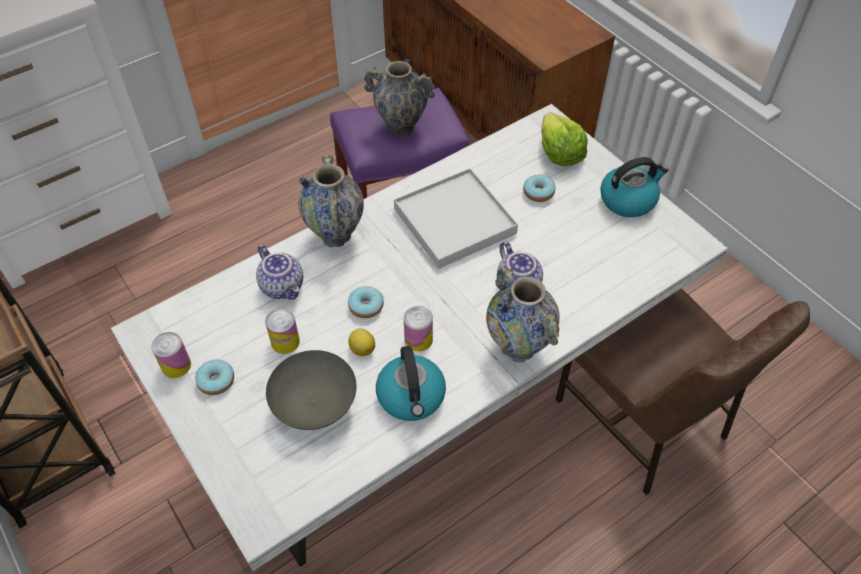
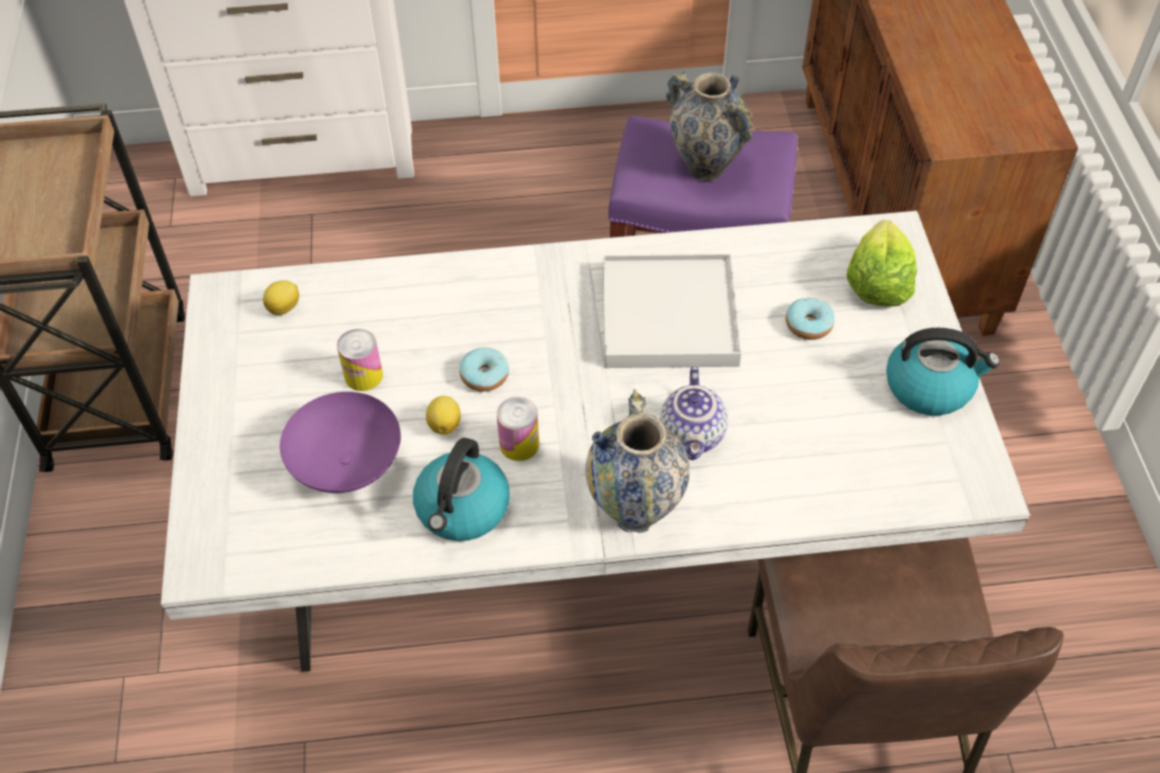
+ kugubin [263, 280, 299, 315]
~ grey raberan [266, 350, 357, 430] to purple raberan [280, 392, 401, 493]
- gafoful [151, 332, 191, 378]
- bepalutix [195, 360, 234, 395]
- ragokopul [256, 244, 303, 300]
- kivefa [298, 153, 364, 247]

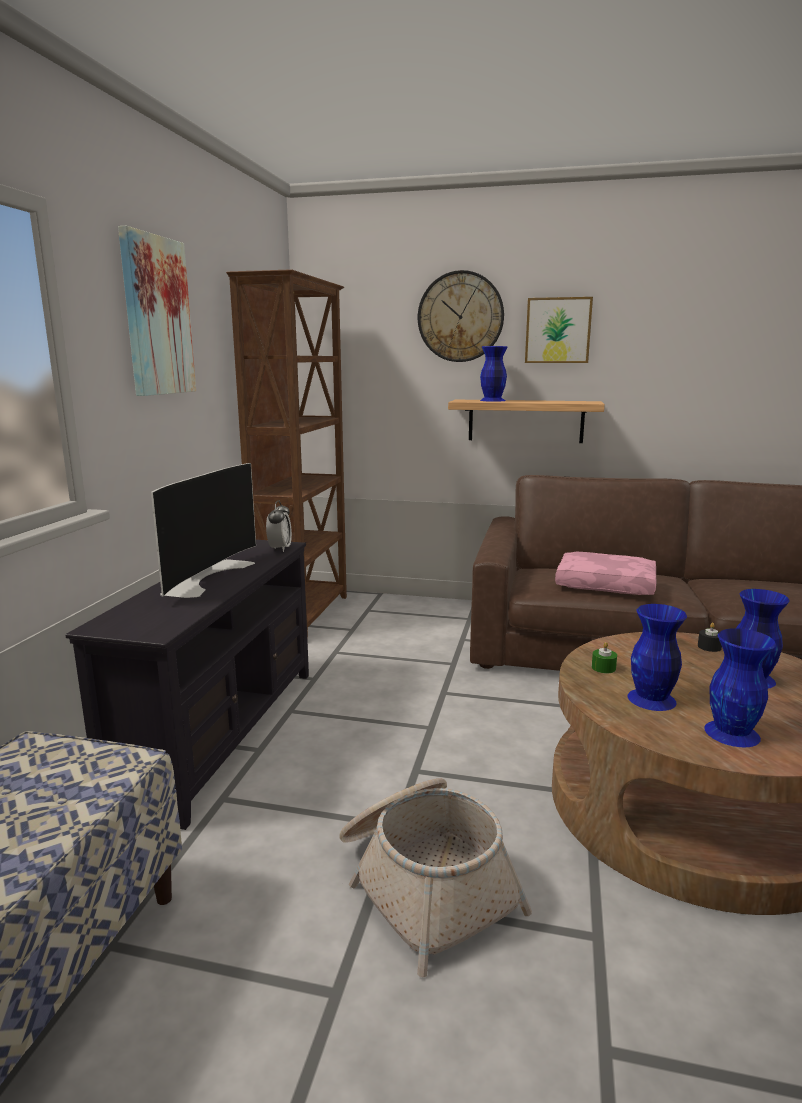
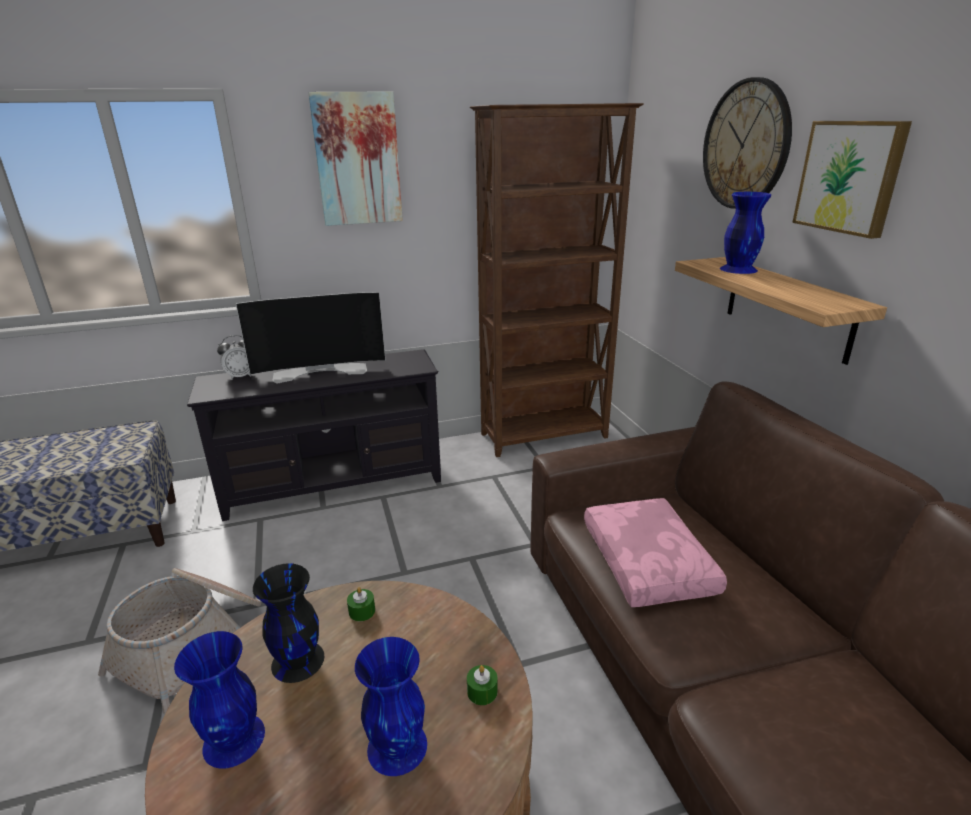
~ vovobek [266, 501, 292, 552] to [217, 335, 251, 380]
~ blue kivefa [627, 604, 687, 711] to black kivefa [253, 563, 324, 683]
~ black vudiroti [698, 623, 722, 652] to green vudiroti [467, 665, 498, 705]

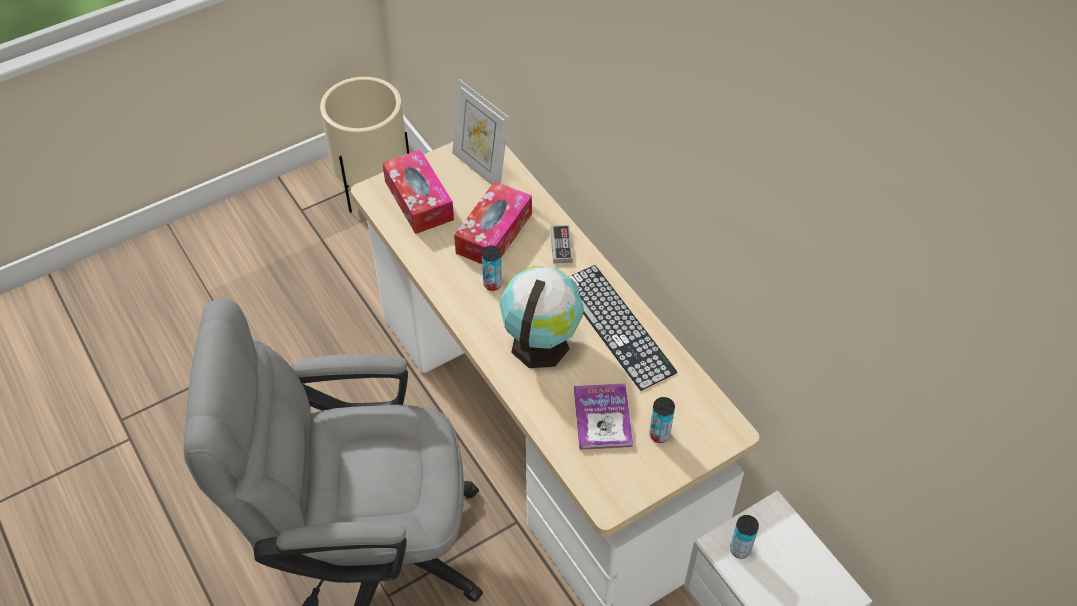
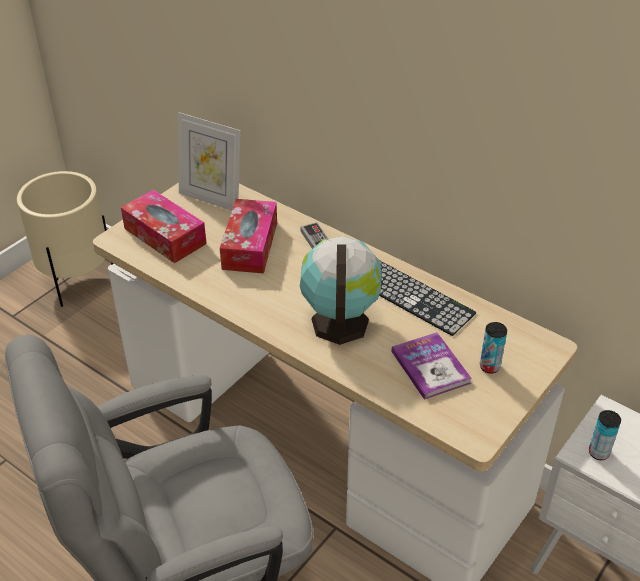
- gafoful [481, 246, 502, 291]

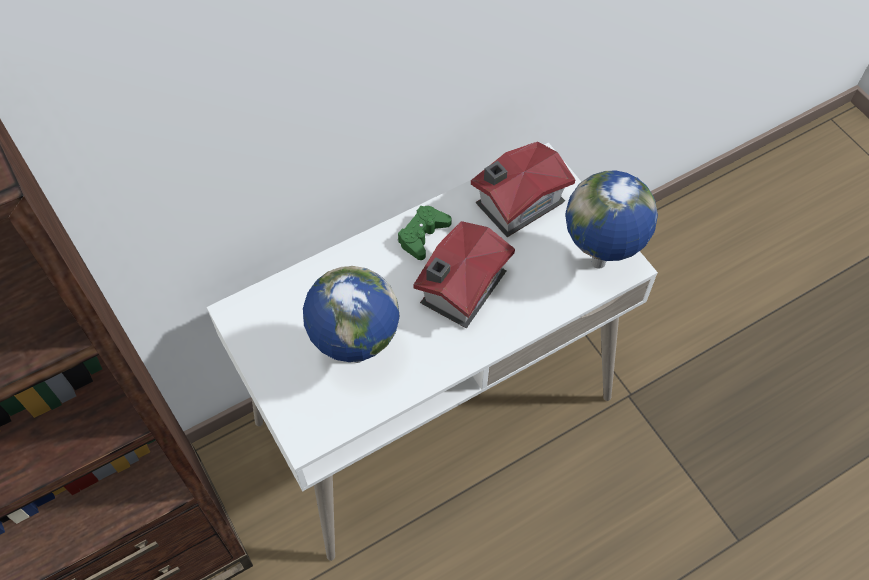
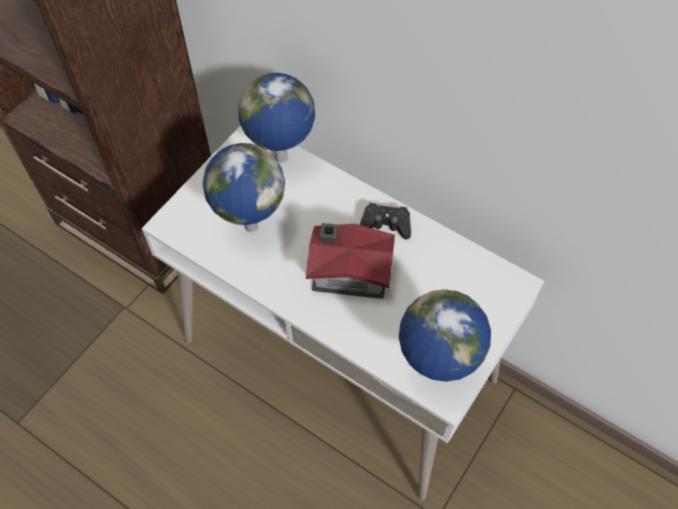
+ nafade [238, 73, 315, 163]
~ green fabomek [398, 206, 452, 260] to black fabomek [360, 203, 411, 239]
- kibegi [471, 141, 575, 237]

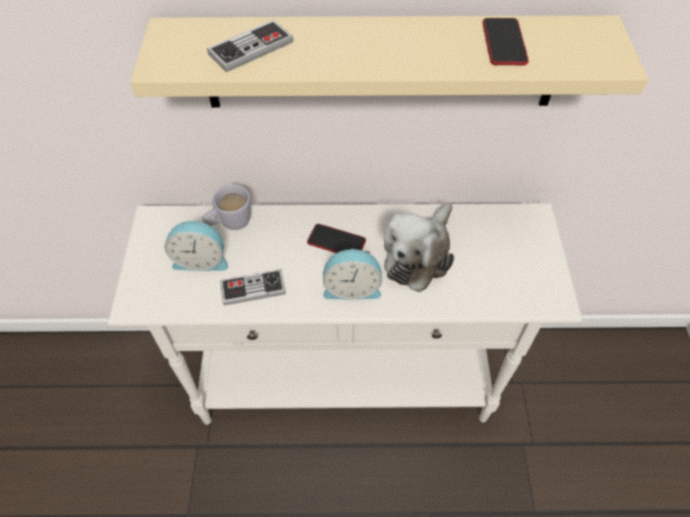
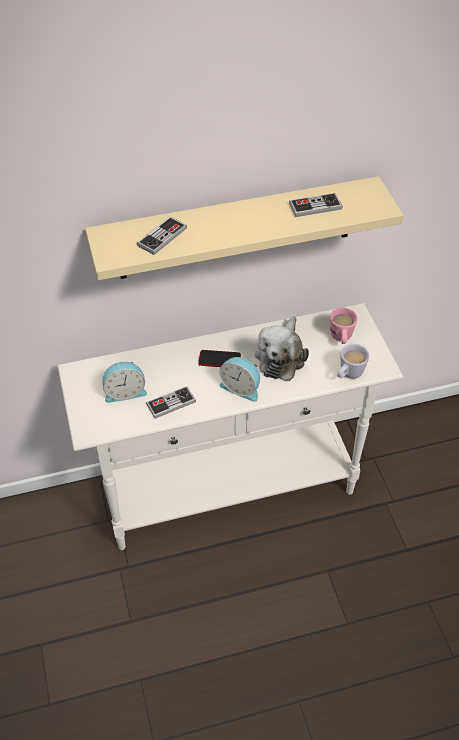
~ vovobek [323, 249, 382, 300] = [219, 357, 260, 402] 45 degrees clockwise
~ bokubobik [482, 18, 529, 65] to fabomek [289, 193, 342, 217]
+ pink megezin [330, 308, 357, 344]
~ white megezin [202, 184, 251, 230] to [337, 344, 369, 379]

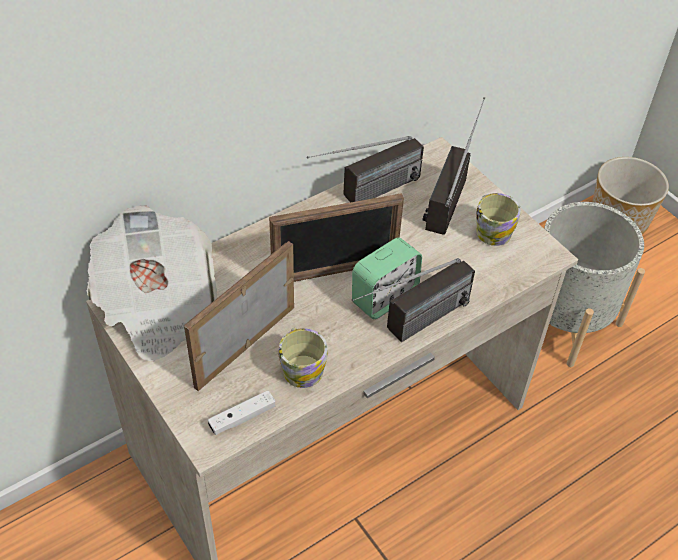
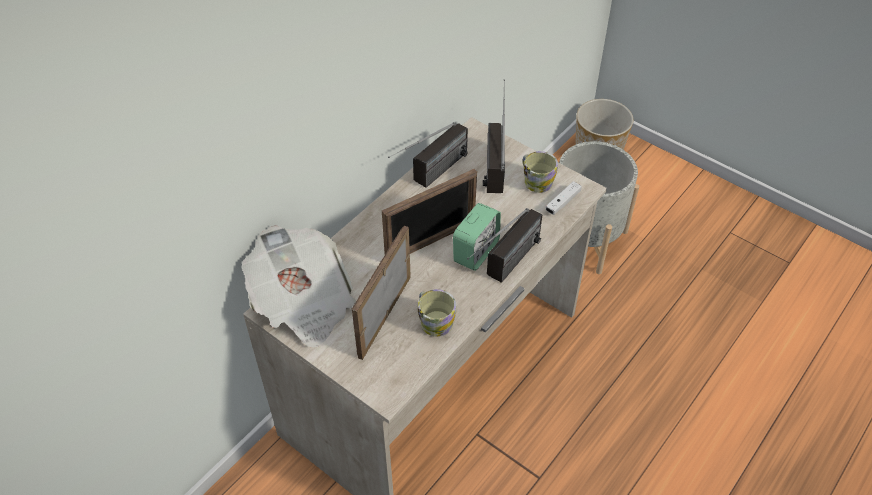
~ white fabomek [208, 390, 275, 435] to [545, 181, 582, 215]

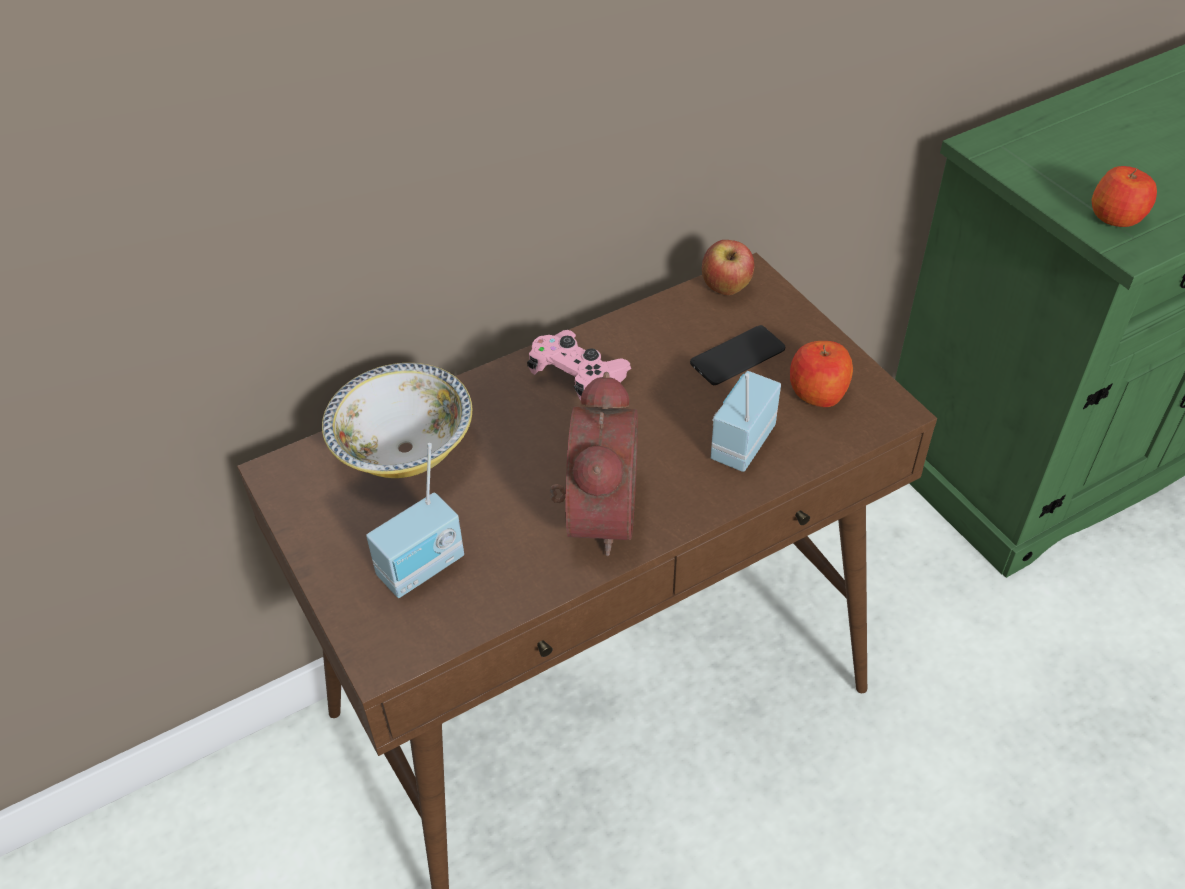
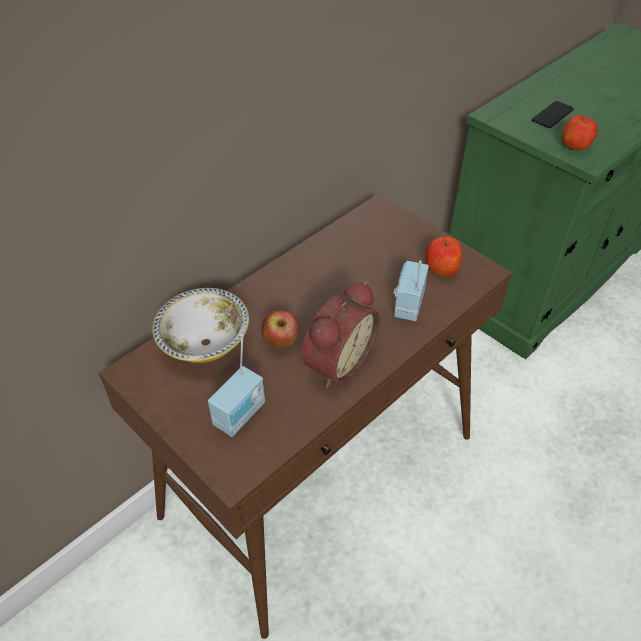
~ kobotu [702, 240, 754, 295] to [262, 310, 299, 349]
~ vovobek [550, 372, 638, 556] = [302, 281, 380, 388] 45 degrees clockwise
~ bokubobik [690, 325, 785, 385] to [532, 101, 574, 128]
- pink fabomek [527, 330, 631, 401]

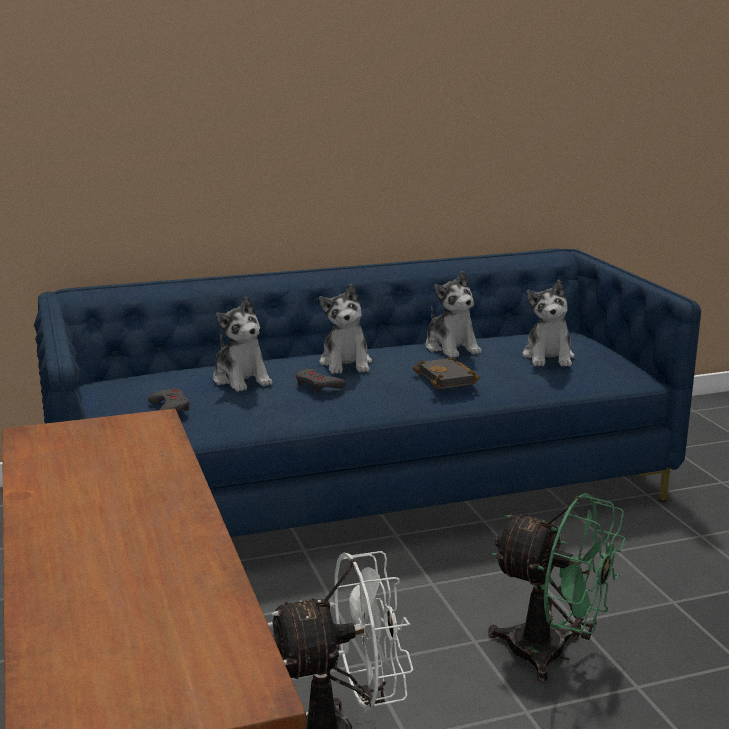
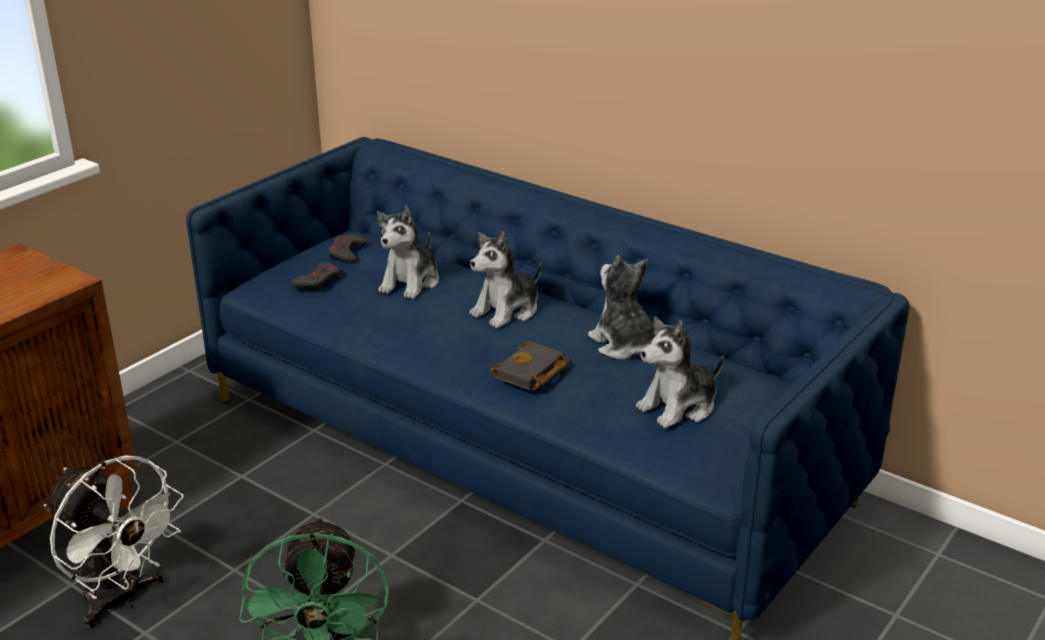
~ grey fabomek [296, 369, 345, 392] to [328, 234, 367, 263]
~ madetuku [425, 271, 482, 358] = [588, 255, 654, 360] 120 degrees clockwise

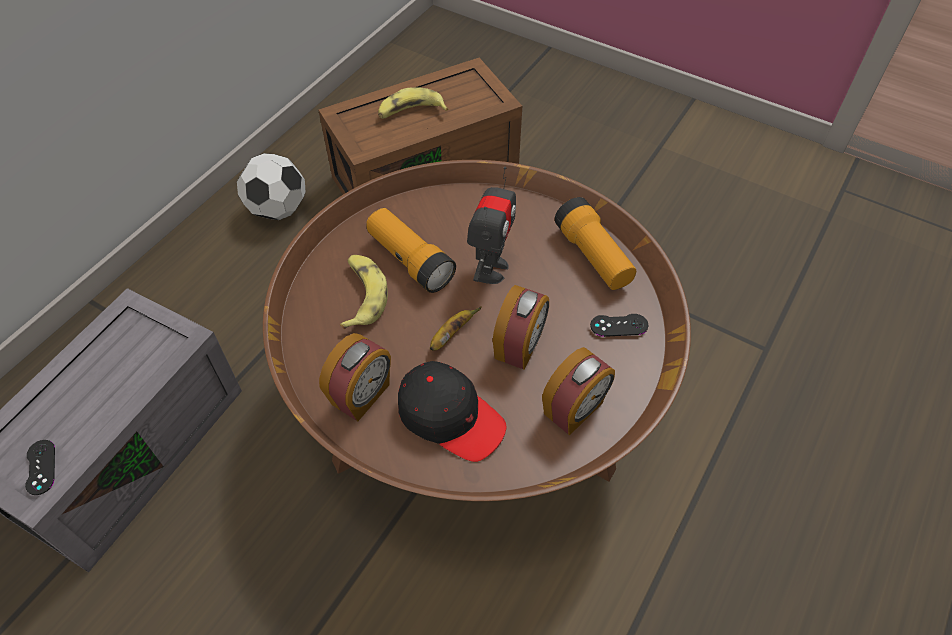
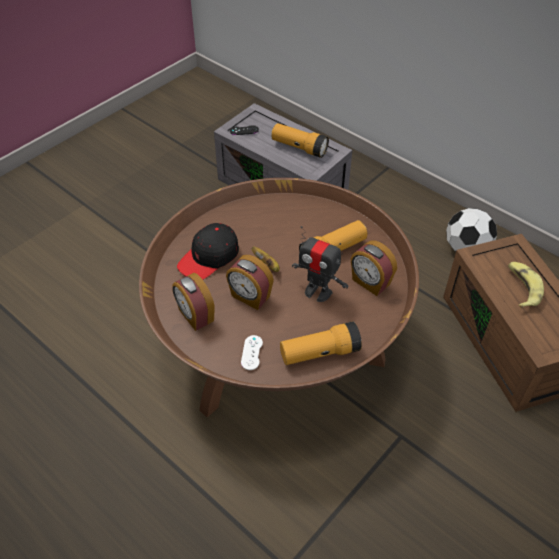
~ black fabomek [590, 314, 648, 337] to white fabomek [241, 335, 263, 370]
+ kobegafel [272, 123, 329, 158]
~ vovobek [319, 333, 391, 421] to [351, 241, 397, 296]
- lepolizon [340, 255, 388, 329]

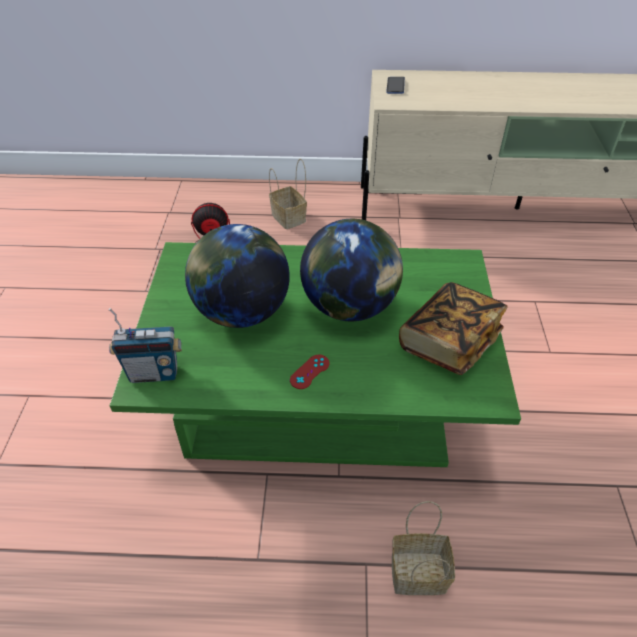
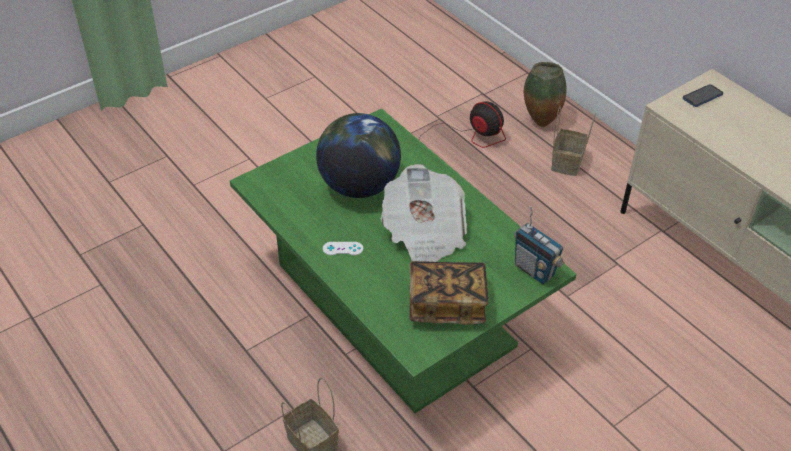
~ red fabomek [290, 355, 329, 389] to white fabomek [323, 242, 363, 255]
~ nafade [300, 219, 403, 322] to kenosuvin [381, 164, 467, 262]
~ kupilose [108, 308, 182, 383] to [514, 206, 564, 284]
+ kivefa [524, 62, 567, 127]

